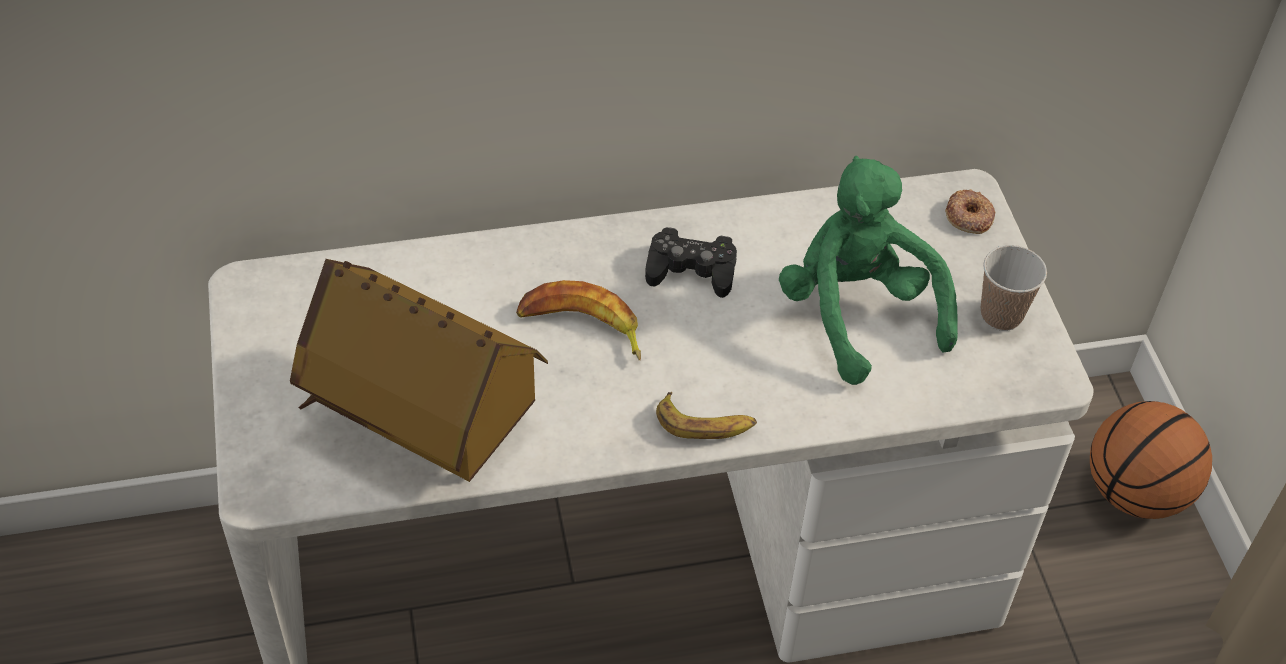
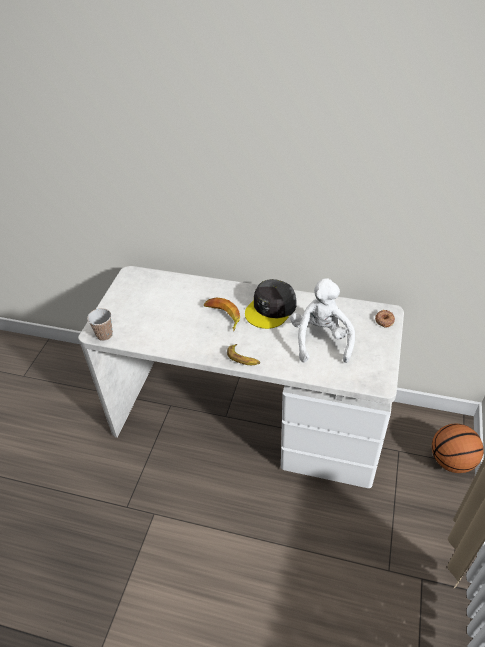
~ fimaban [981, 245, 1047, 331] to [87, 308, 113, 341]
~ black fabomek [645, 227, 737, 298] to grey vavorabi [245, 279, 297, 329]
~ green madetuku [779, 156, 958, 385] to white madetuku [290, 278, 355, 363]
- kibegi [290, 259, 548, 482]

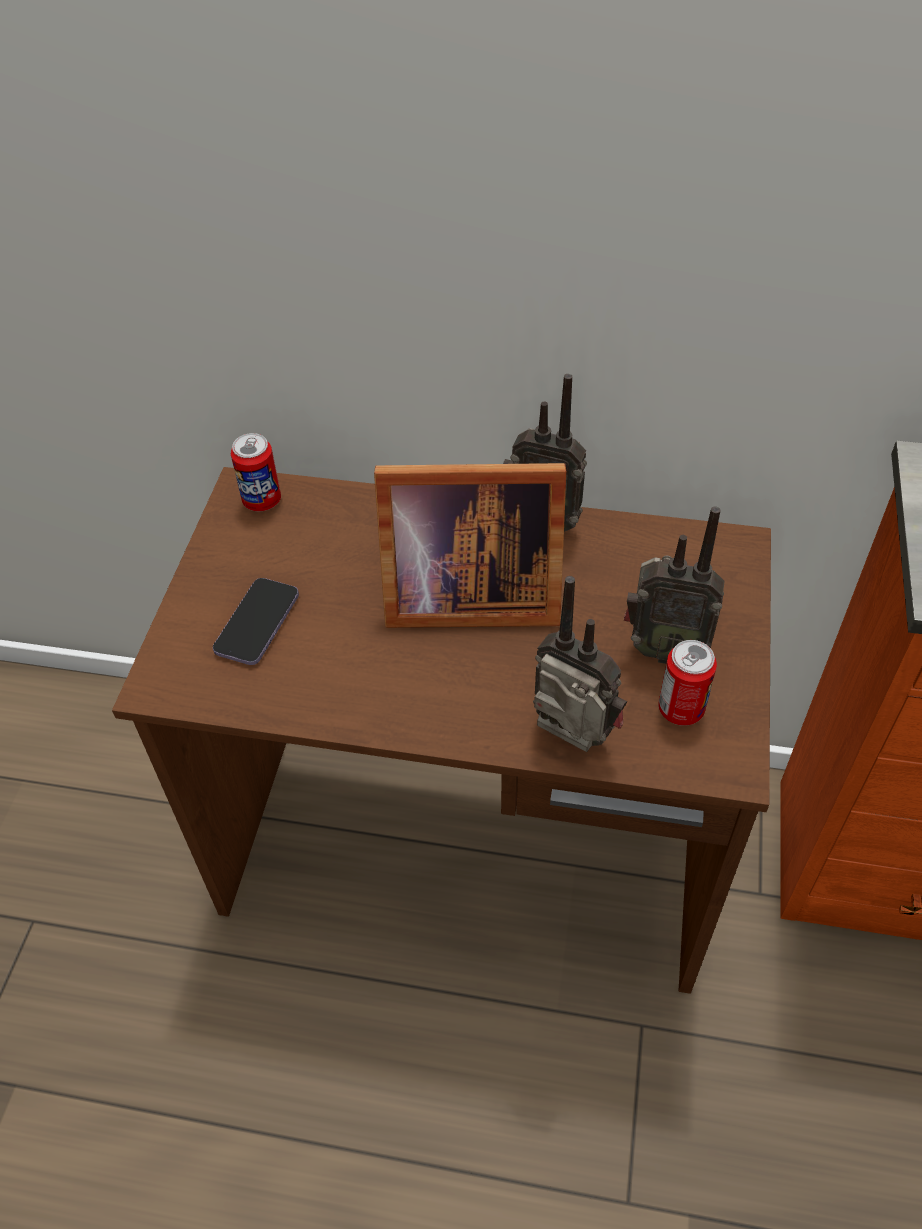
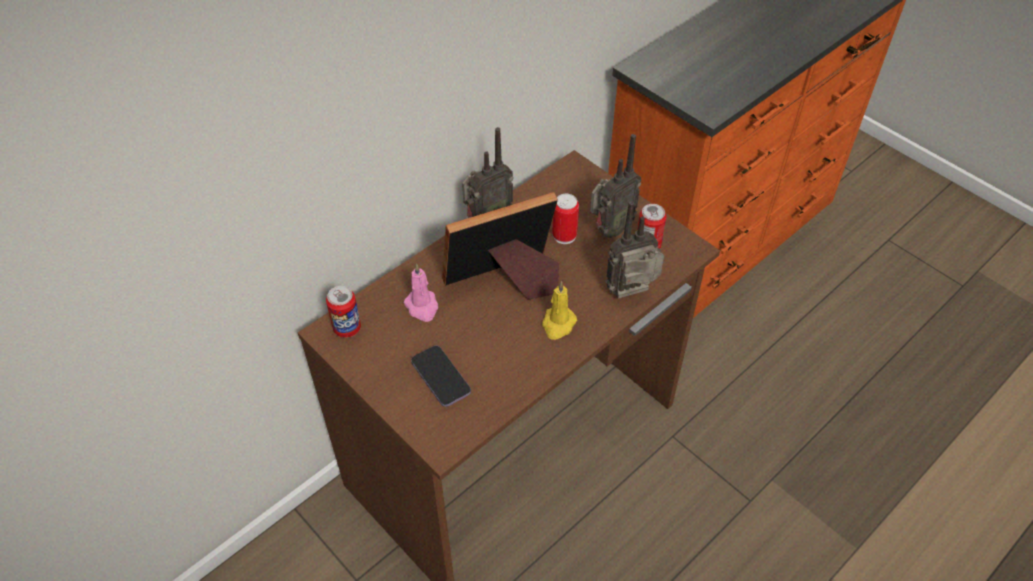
+ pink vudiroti [403, 263, 438, 322]
~ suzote [374, 463, 566, 628] = [442, 192, 559, 300] 150 degrees counterclockwise
+ yellow vudiroti [542, 281, 577, 340]
+ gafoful [552, 194, 579, 244]

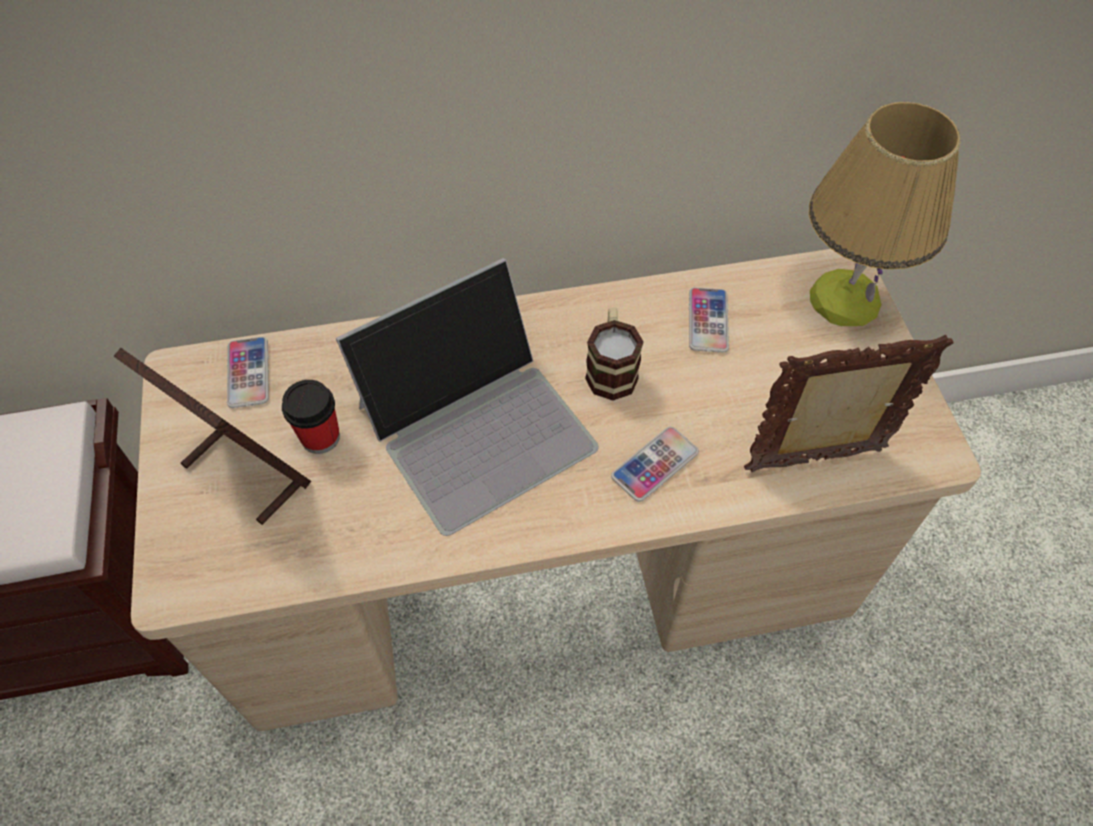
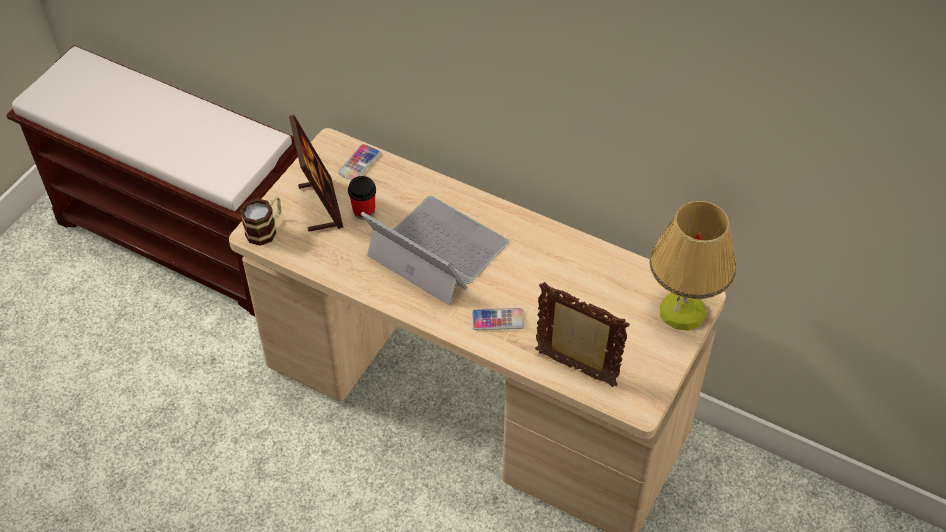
~ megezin [585, 307, 644, 401] to [240, 196, 281, 246]
~ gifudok [336, 258, 599, 536] = [361, 196, 509, 306] 150 degrees counterclockwise
- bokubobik [689, 287, 729, 353]

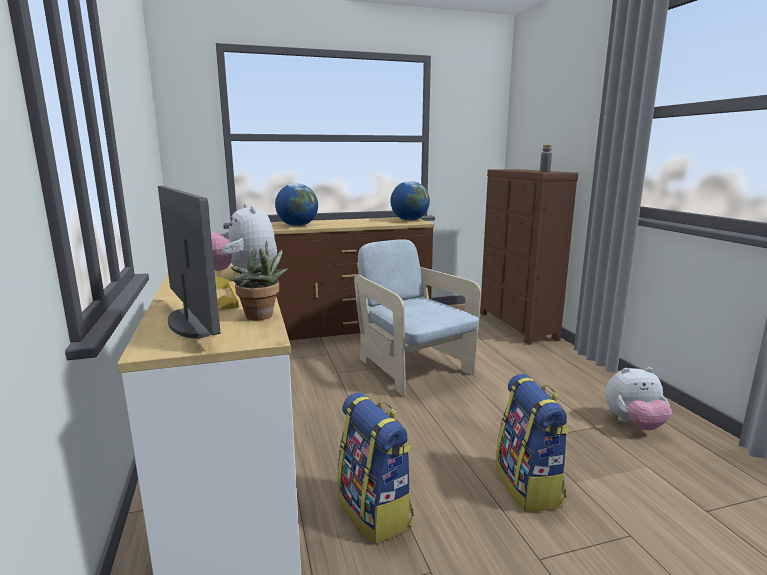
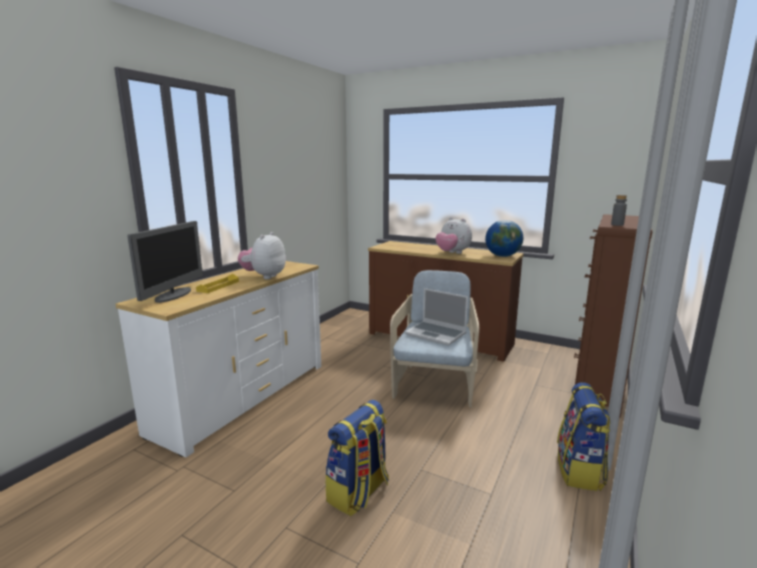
+ gifudok [405, 288, 468, 346]
~ madetuku [605, 367, 672, 430] to [435, 217, 472, 254]
~ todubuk [337, 393, 414, 544] to [557, 382, 610, 491]
- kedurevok [231, 240, 288, 320]
- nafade [275, 183, 318, 226]

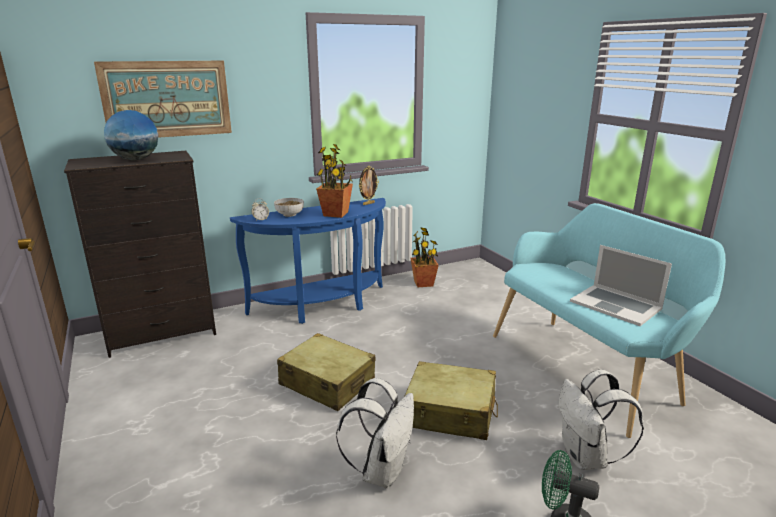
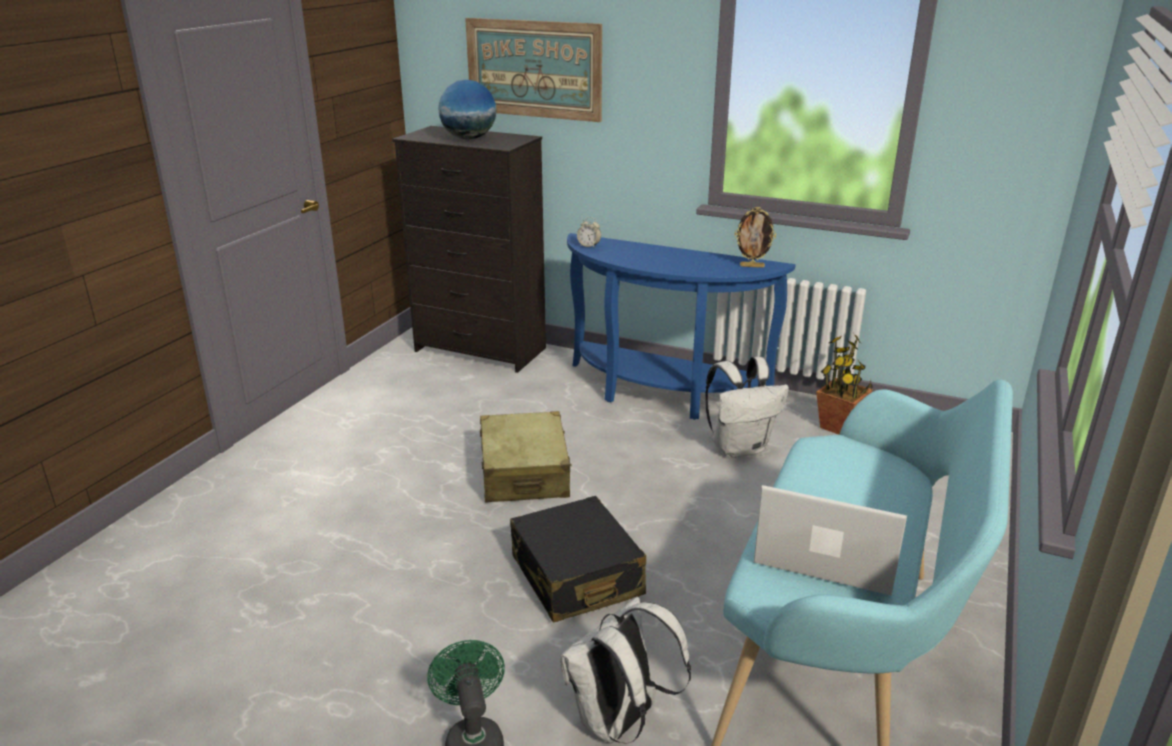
~ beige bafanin [404, 361, 498, 440] to black bafanin [510, 496, 646, 623]
~ white todubuk [336, 378, 414, 488] to [705, 357, 789, 458]
~ gifudok [570, 245, 672, 326] = [754, 485, 907, 595] 105 degrees clockwise
- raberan [274, 198, 304, 217]
- kedurevok [316, 144, 353, 218]

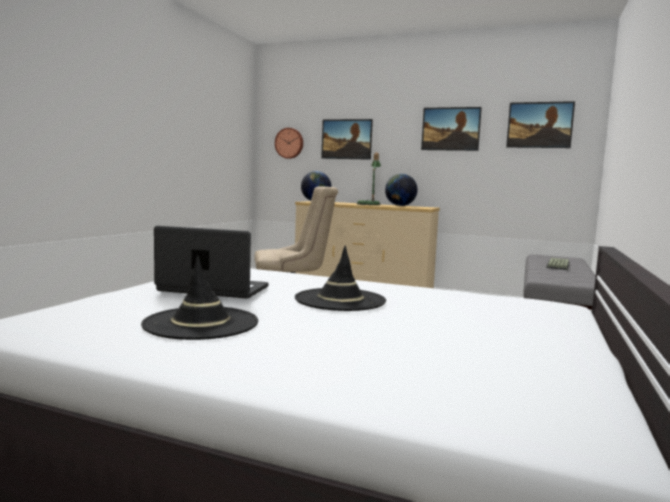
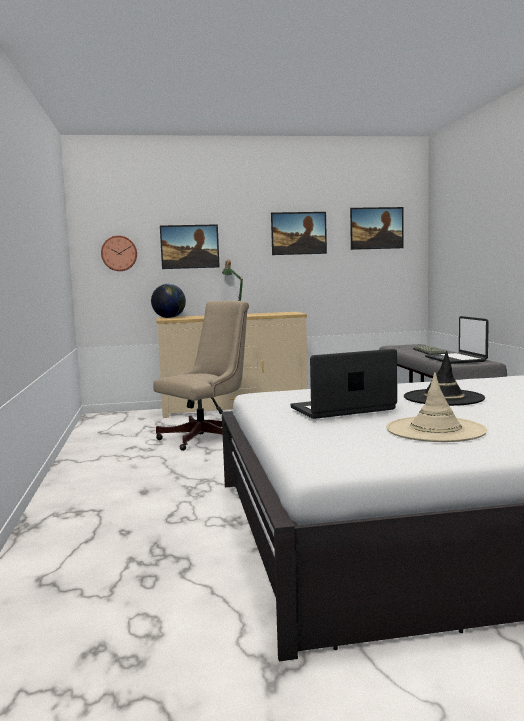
~ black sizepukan [141, 256, 258, 340] to beige sizepukan [386, 373, 487, 442]
+ gifudok [425, 316, 489, 364]
- nafade [385, 174, 418, 206]

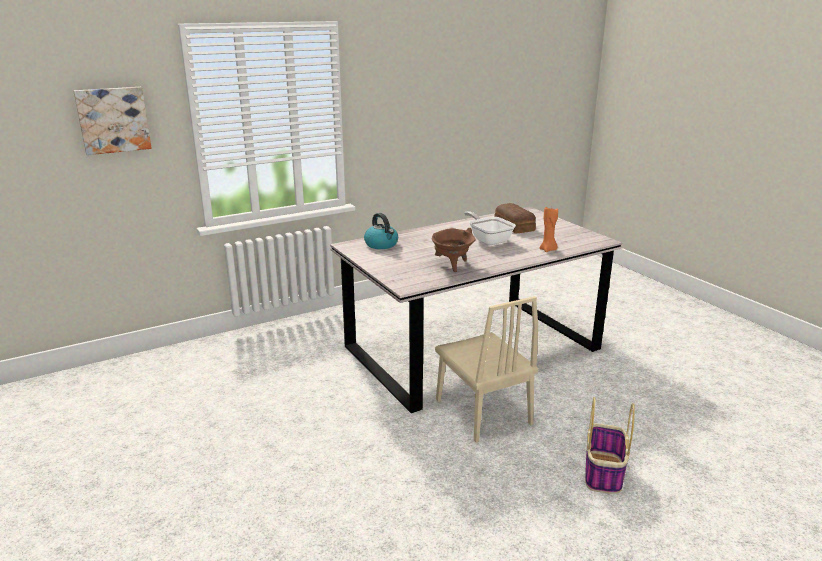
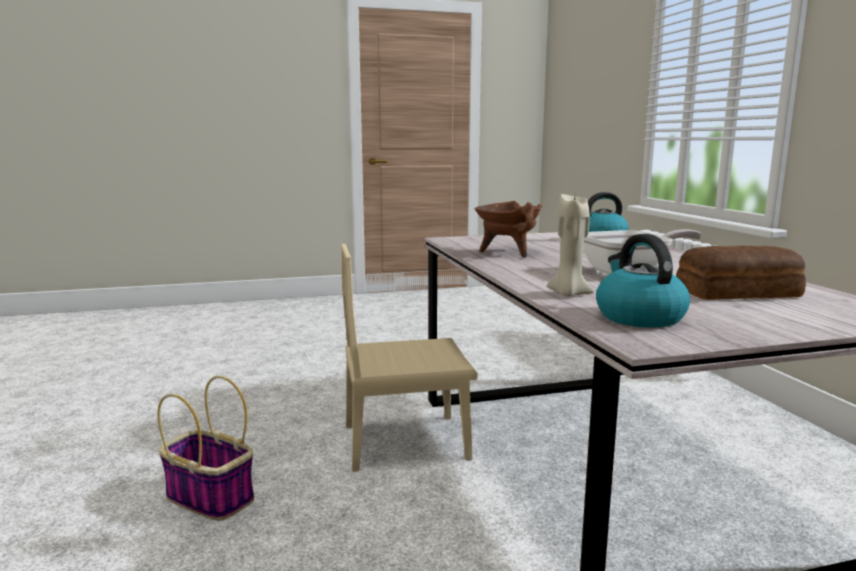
~ orange vudiroti [540, 206, 558, 252] to beige vudiroti [547, 194, 594, 296]
+ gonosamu [596, 234, 690, 328]
- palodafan [73, 87, 152, 155]

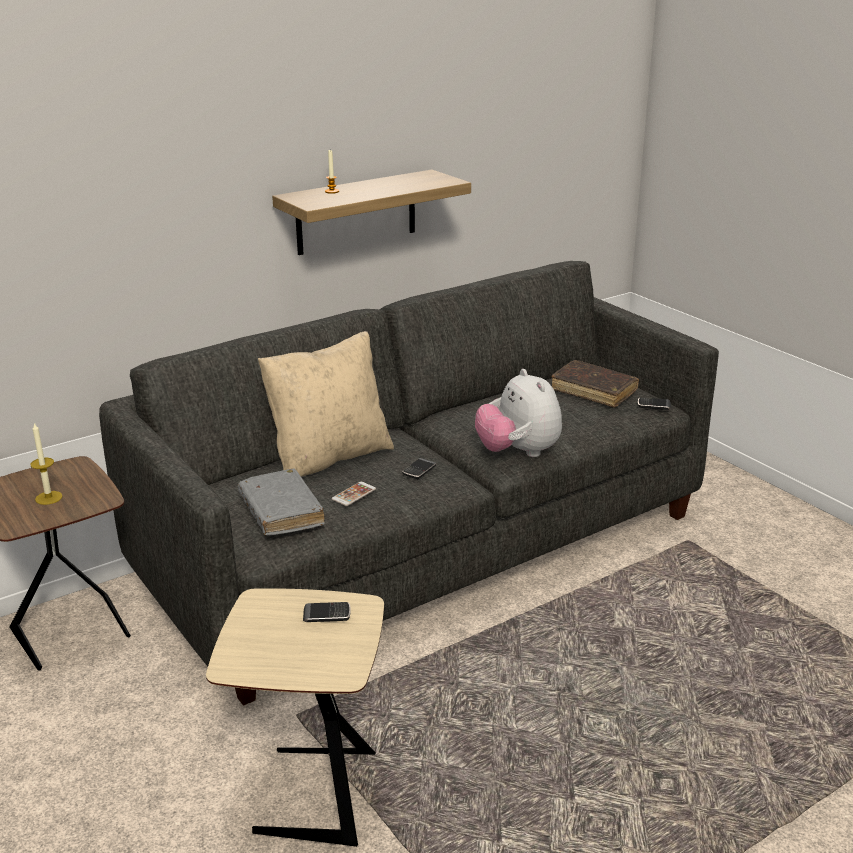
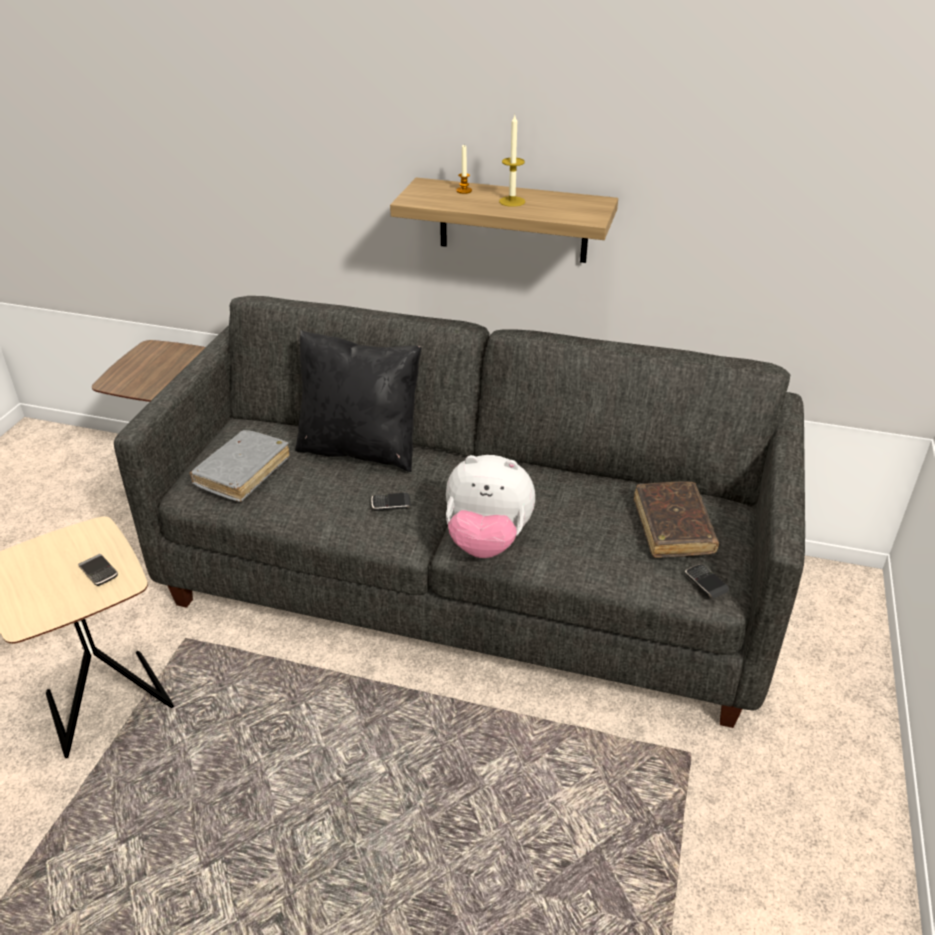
~ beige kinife [258, 331, 394, 477] to black kinife [295, 330, 421, 472]
~ madetuku [475, 369, 562, 457] = [446, 455, 535, 558] 105 degrees counterclockwise
~ vudiroti [30, 423, 62, 505] to [499, 115, 525, 207]
- bokubobik [332, 482, 376, 506]

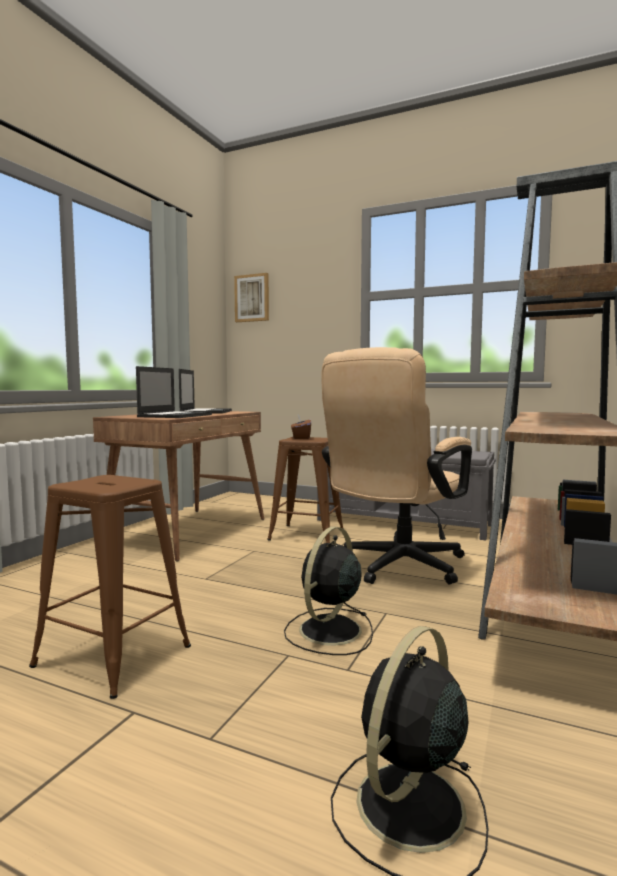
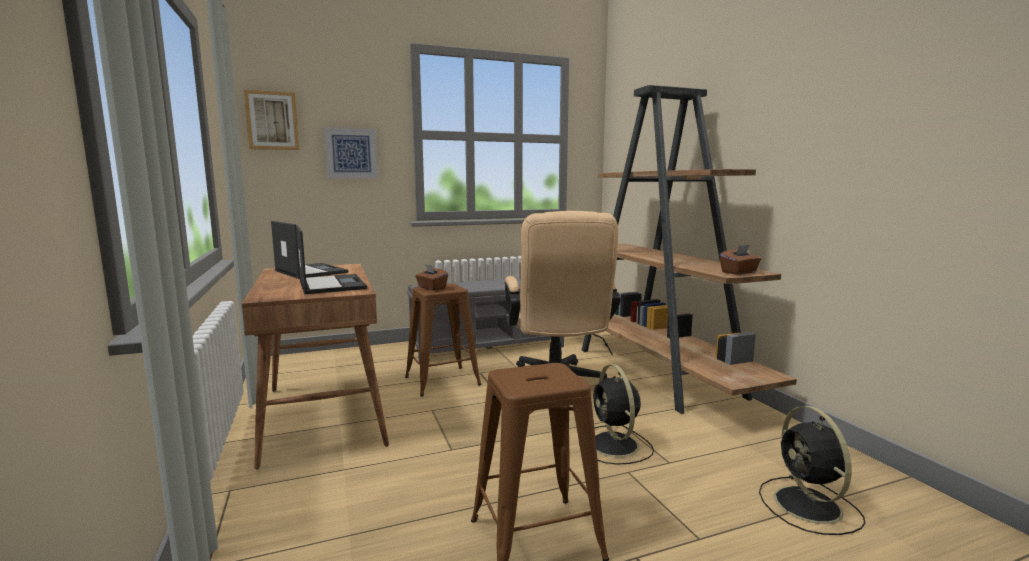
+ palodafan [324, 127, 378, 179]
+ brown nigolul [720, 244, 761, 275]

